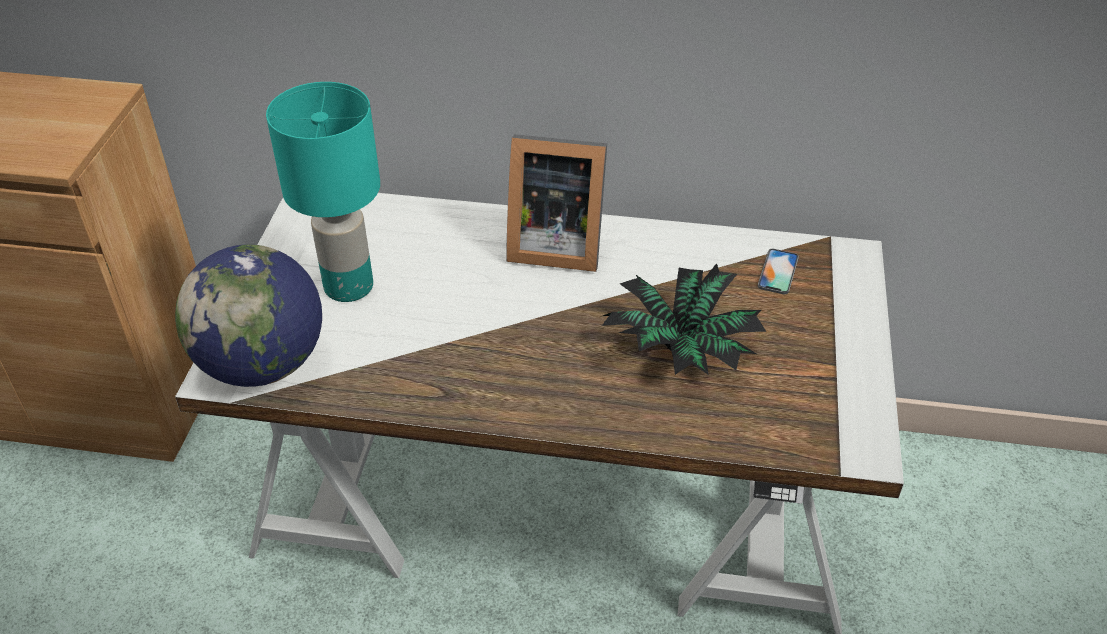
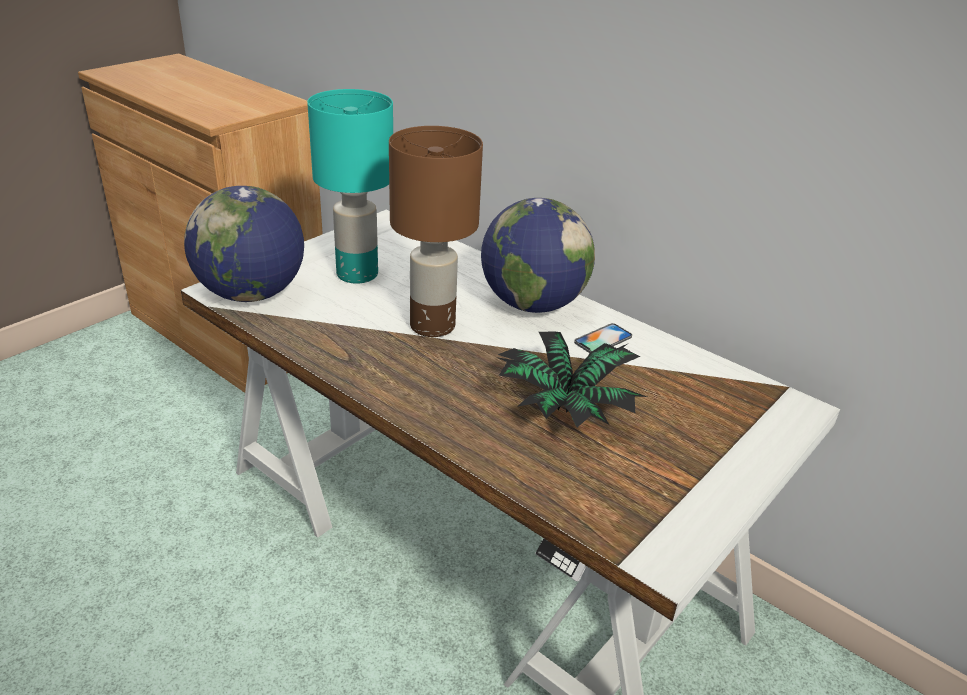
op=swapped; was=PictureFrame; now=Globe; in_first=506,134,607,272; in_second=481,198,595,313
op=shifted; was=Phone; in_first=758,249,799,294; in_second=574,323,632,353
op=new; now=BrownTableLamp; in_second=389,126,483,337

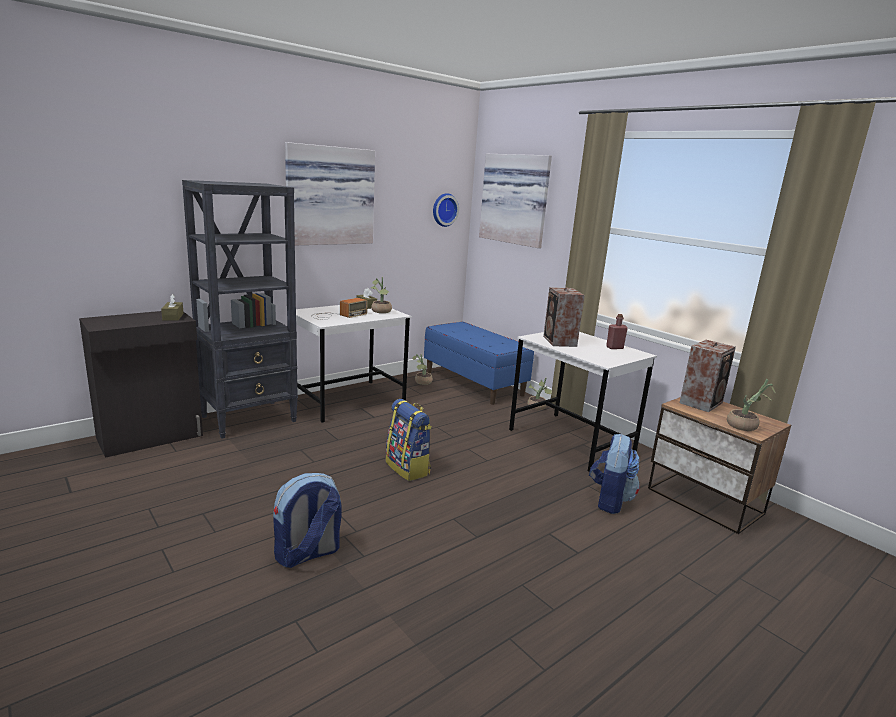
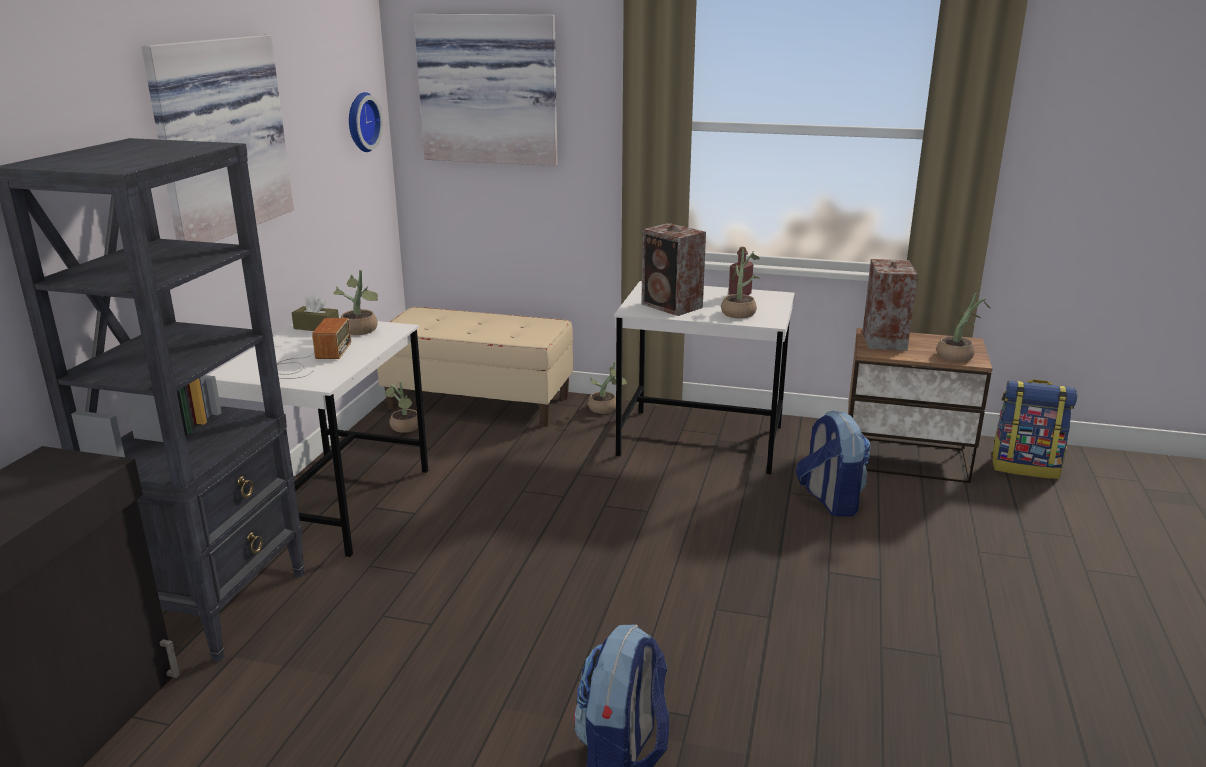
op=gone; was=BrownTissueBox; in_first=161,294,184,321
op=repainted; was=BlueBench; now=BeigeBench; in_first=424,322,534,405; in_second=377,307,573,427
op=shifted; was=Backpack; in_first=386,399,432,481; in_second=991,379,1077,479
op=new; now=PottedPlant; in_second=721,249,760,318

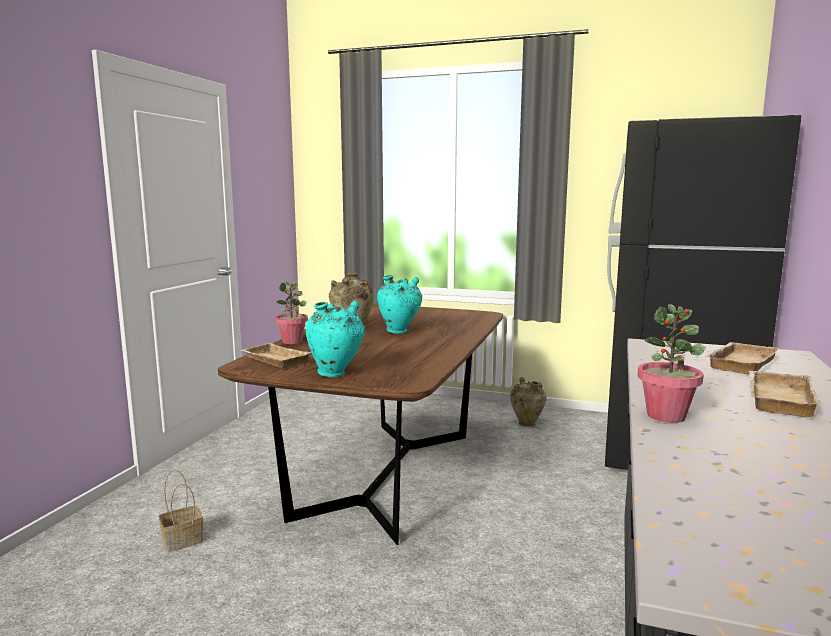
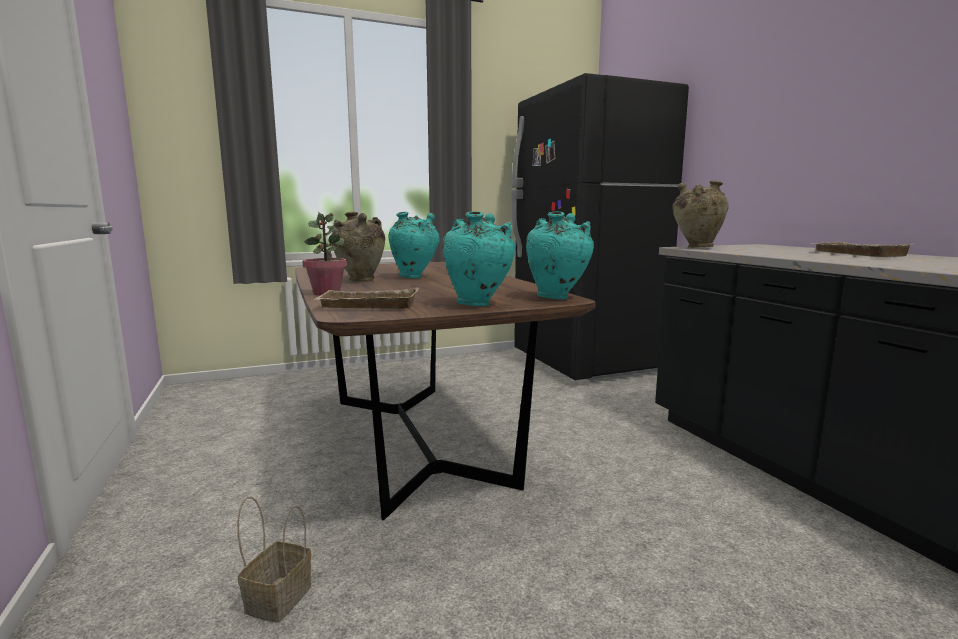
op=gone; was=PottedPlant; in_first=638,304,706,423
op=gone; was=BeigeTray; in_first=707,342,779,375
op=shifted; was=BeigeVase; in_first=510,377,547,427; in_second=673,180,729,248
op=new; now=TurquoiseVase; in_second=526,212,594,299

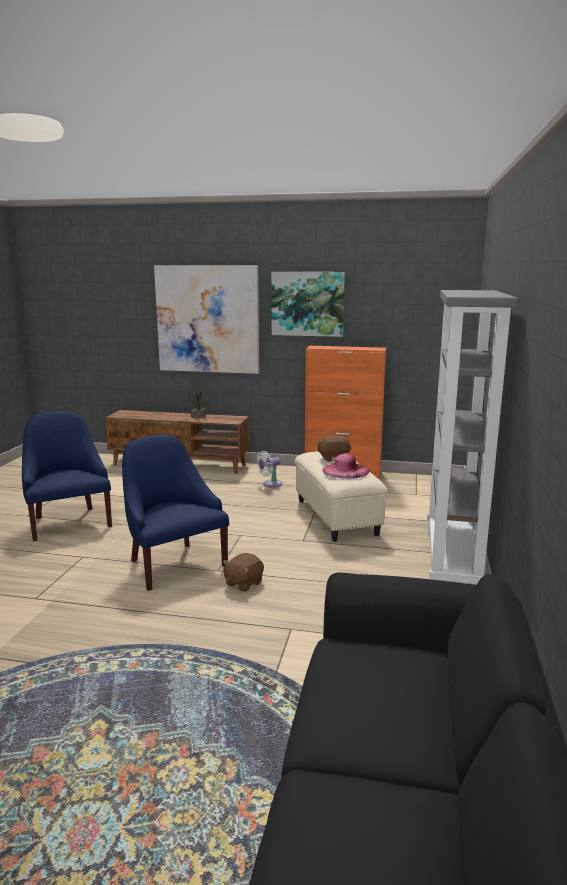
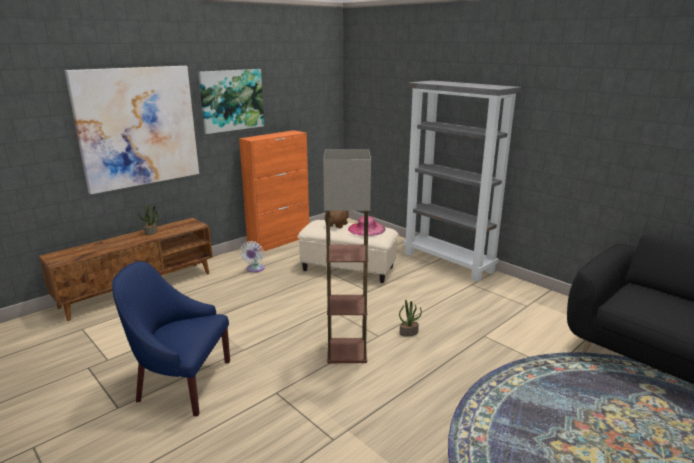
op=swapped; was=BlueArmchair; now=FloorLamp; in_first=122,434,229,591; in_second=323,149,371,363
op=swapped; was=BrownPlushToy; now=PottedPlant; in_first=223,553,264,592; in_second=399,300,422,337

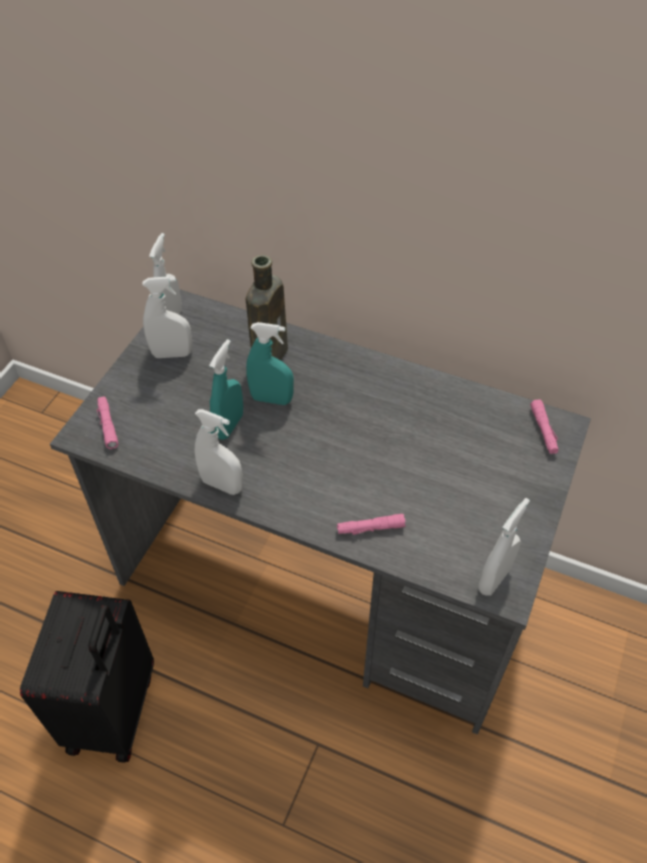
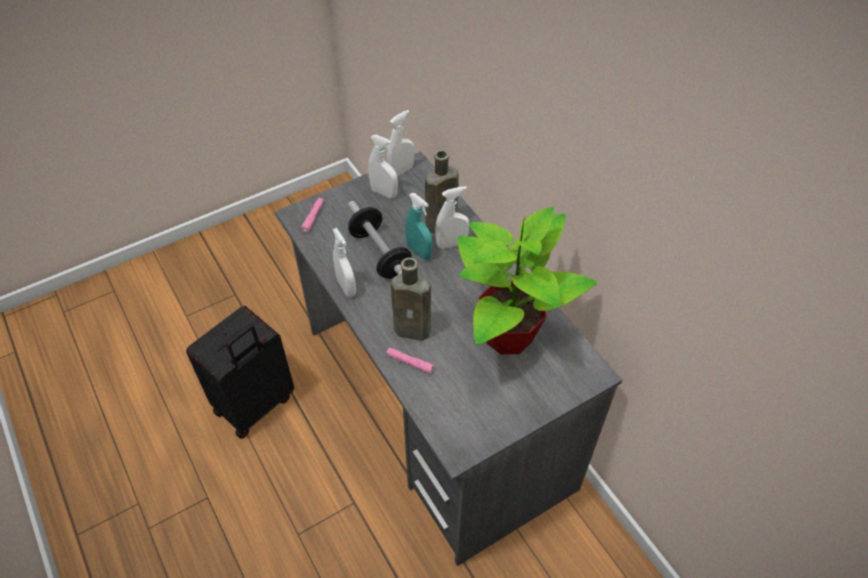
op=swapped; was=TurquoiseSprayBottle; now=Dumbbell; in_first=209,339,243,440; in_second=348,201,412,279
op=gone; was=PinkFlashlight; in_first=530,399,559,454
op=shifted; was=WhiteSprayBottle; in_first=478,498,530,596; in_second=435,186,469,249
op=new; now=PottedPlant; in_second=457,207,597,355
op=new; now=BrownBottle; in_second=391,258,431,341

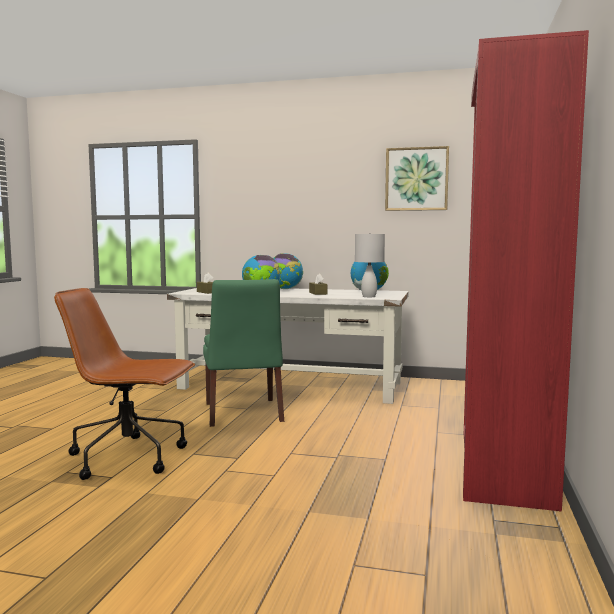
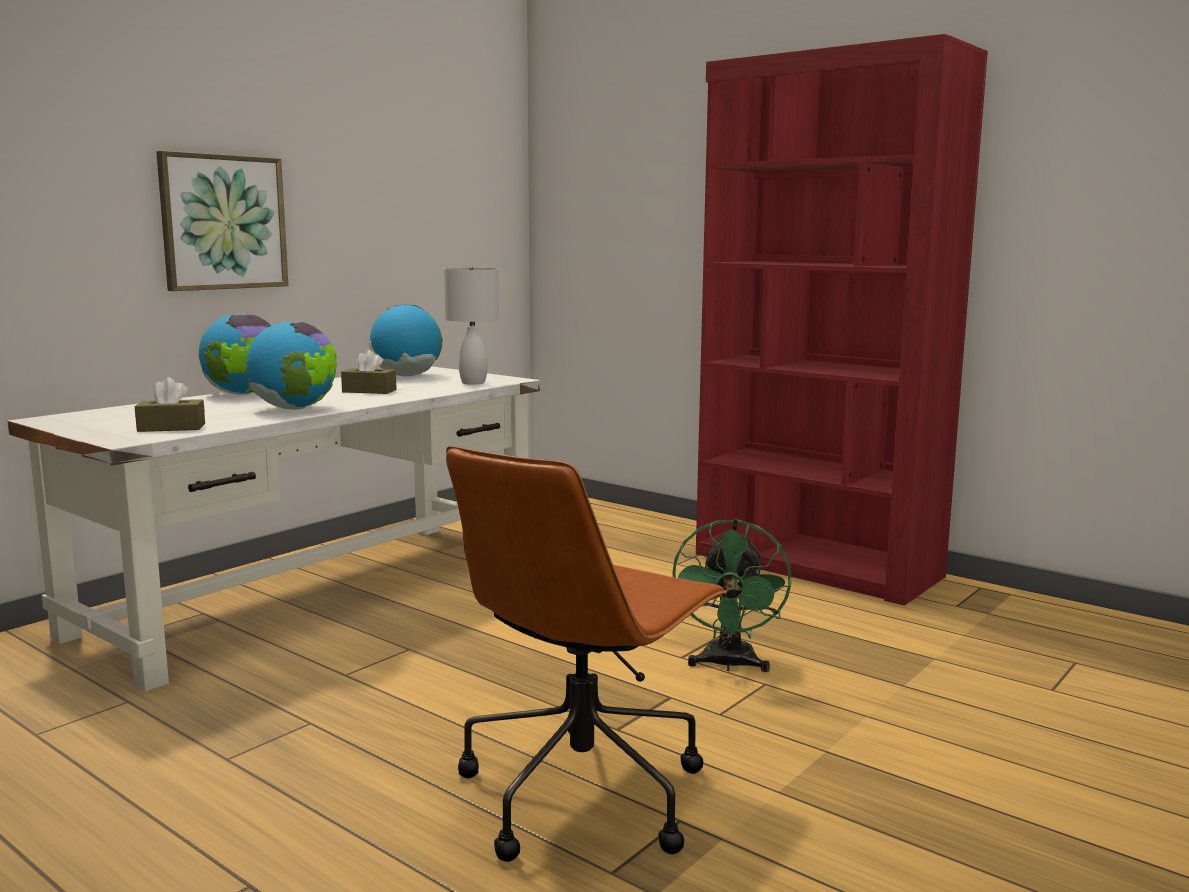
op=shifted; was=Picture; in_first=385,146,449,211; in_second=156,151,289,291
op=gone; was=GreenChair; in_first=203,279,284,427
op=new; now=GreenFan; in_second=672,519,791,672

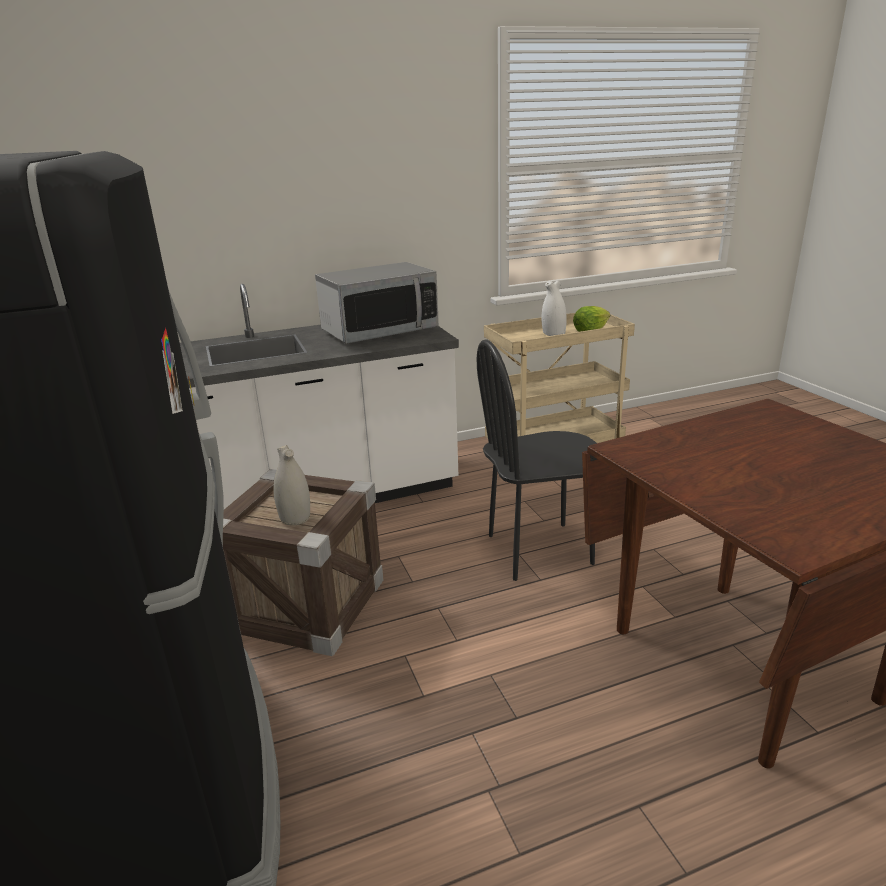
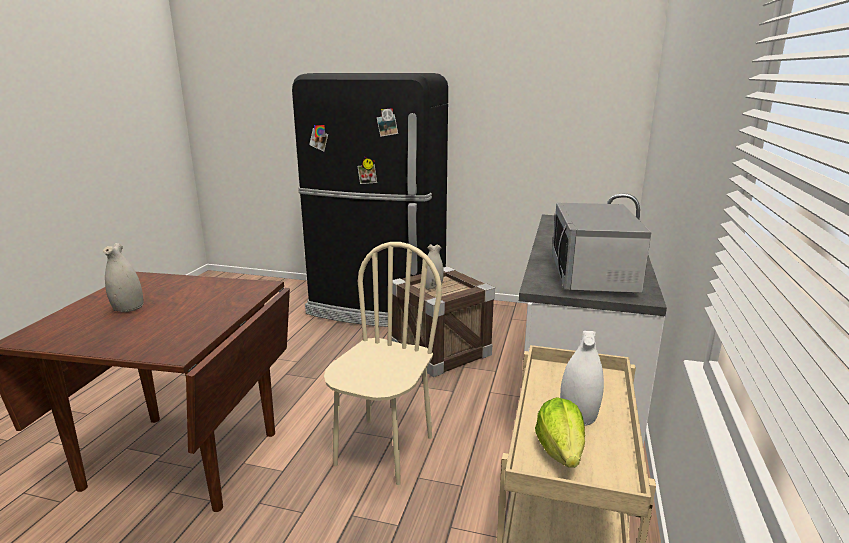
op=repainted; was=BlackChair; now=BeigeChair; in_first=477,340,597,581; in_second=324,242,442,485
op=new; now=WhiteVase; in_second=103,243,144,312

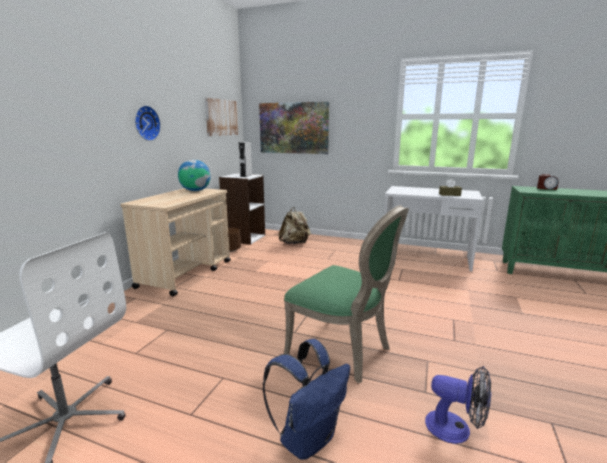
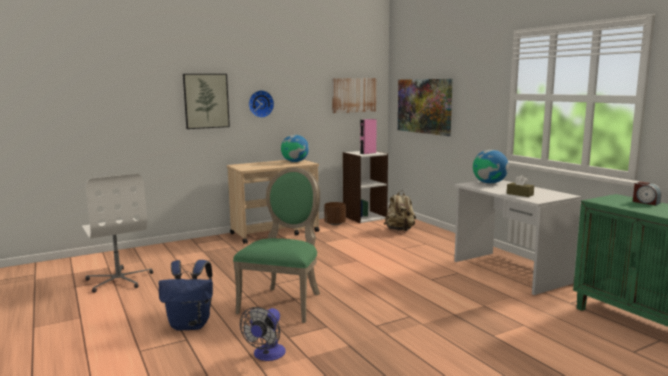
op=repainted; was=GreySpeaker; now=PinkSpeaker; in_first=239,142,252,177; in_second=360,119,376,154
op=rotated; was=GreenChair; in_first=284,205,409,383; in_second=233,167,320,323; clockwise=-150
op=rotated; was=Fan; in_first=425,366,491,444; in_second=240,307,286,361; clockwise=45
op=new; now=Picture; in_second=183,74,230,129
op=new; now=Globe; in_second=473,150,509,184

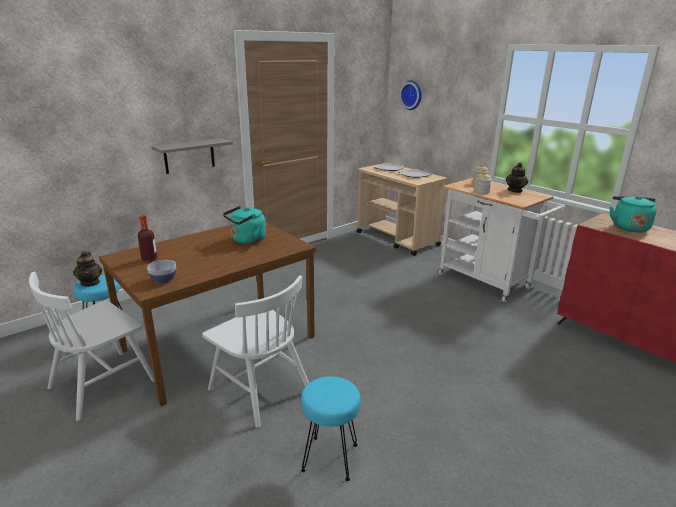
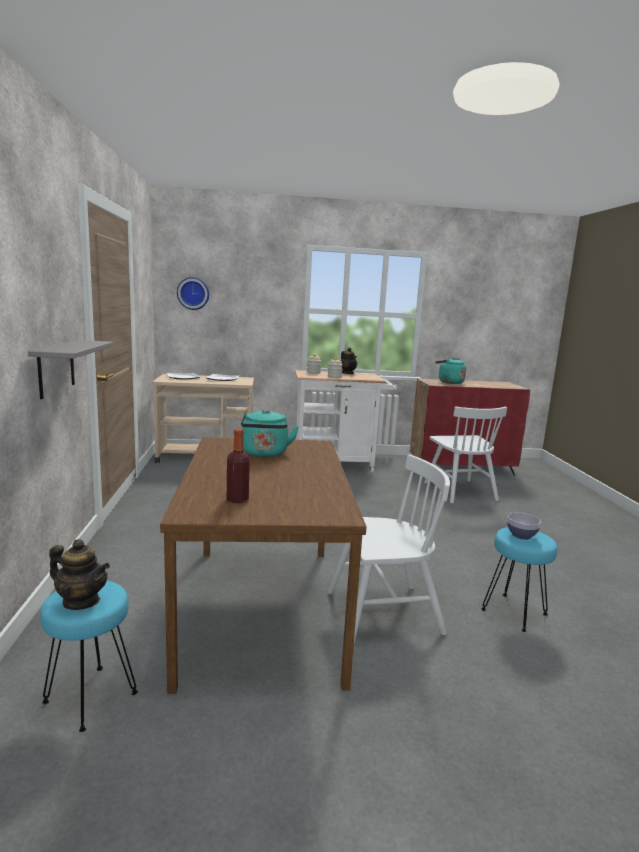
op=shifted; was=Bowl; in_first=147,260,176,284; in_second=507,512,541,540
op=shifted; was=WhiteChair; in_first=29,272,155,421; in_second=424,406,507,503

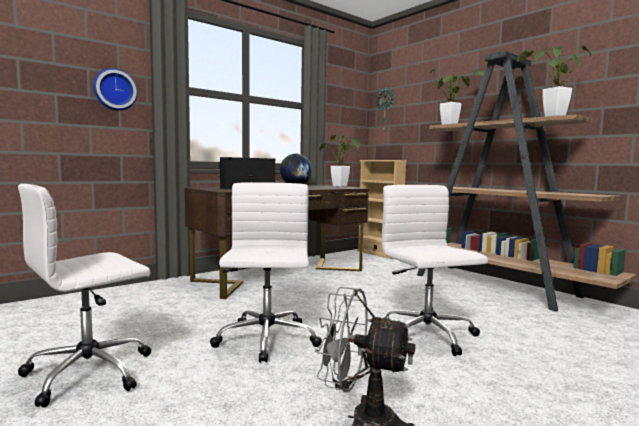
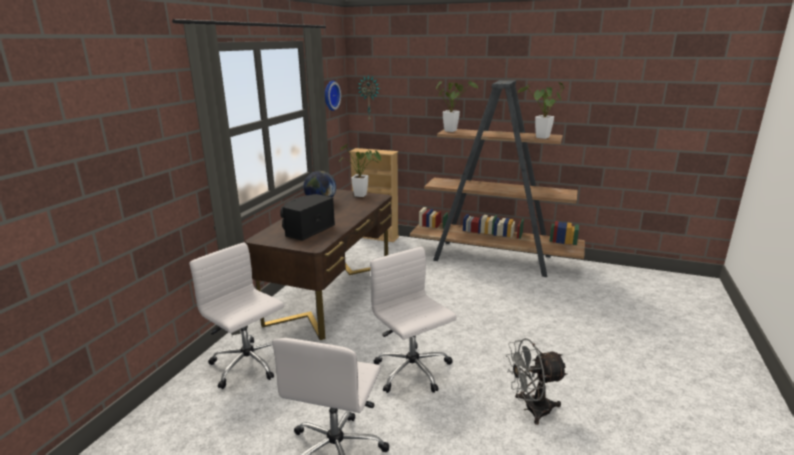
op=shifted; was=WallClock; in_first=93,68,138,111; in_second=325,81,341,111
op=shifted; was=WhiteOfficeChair; in_first=382,185,488,356; in_second=189,242,284,389

